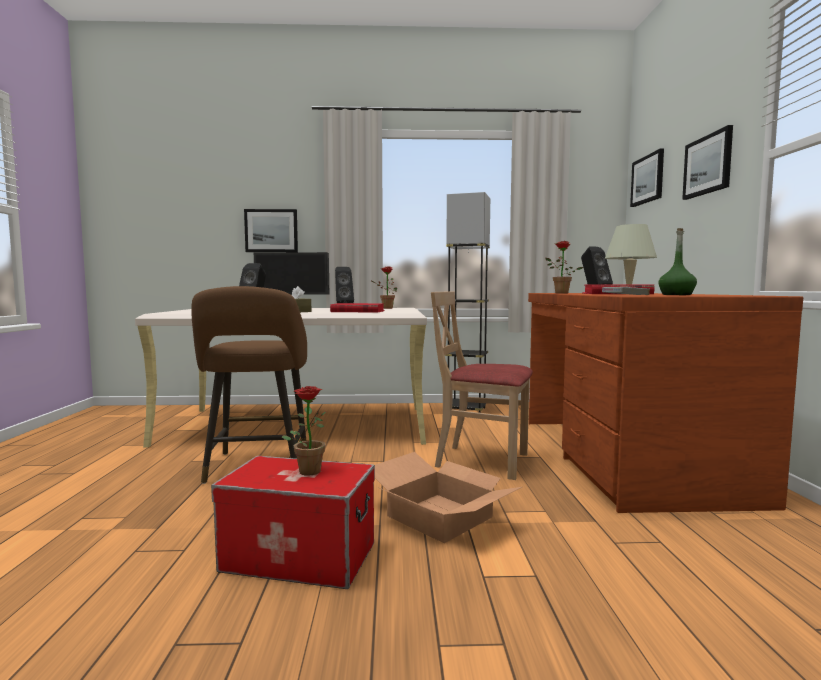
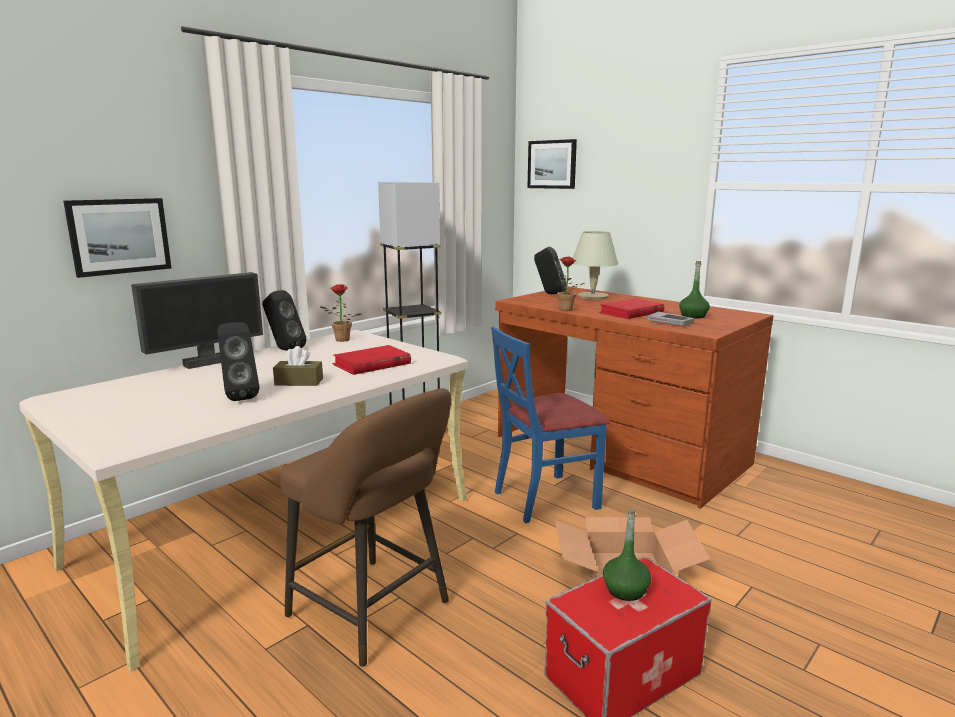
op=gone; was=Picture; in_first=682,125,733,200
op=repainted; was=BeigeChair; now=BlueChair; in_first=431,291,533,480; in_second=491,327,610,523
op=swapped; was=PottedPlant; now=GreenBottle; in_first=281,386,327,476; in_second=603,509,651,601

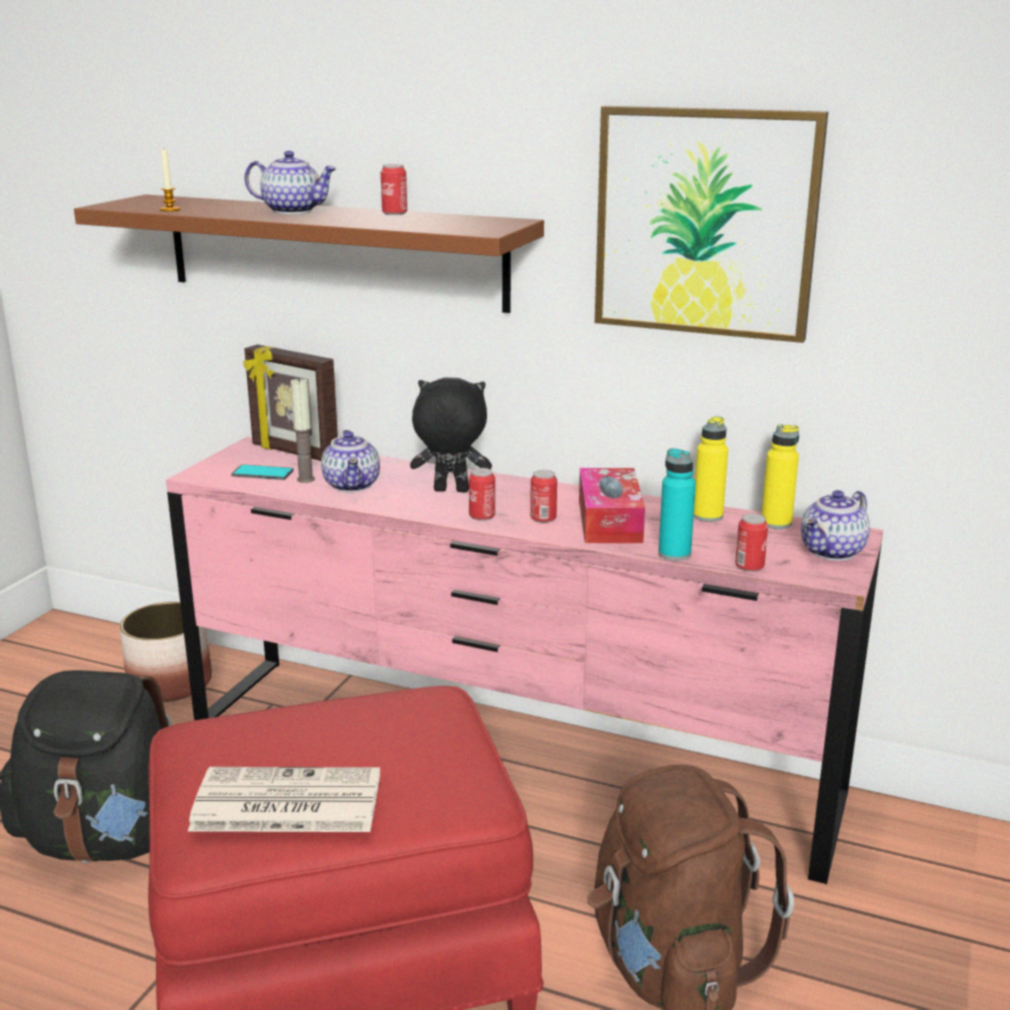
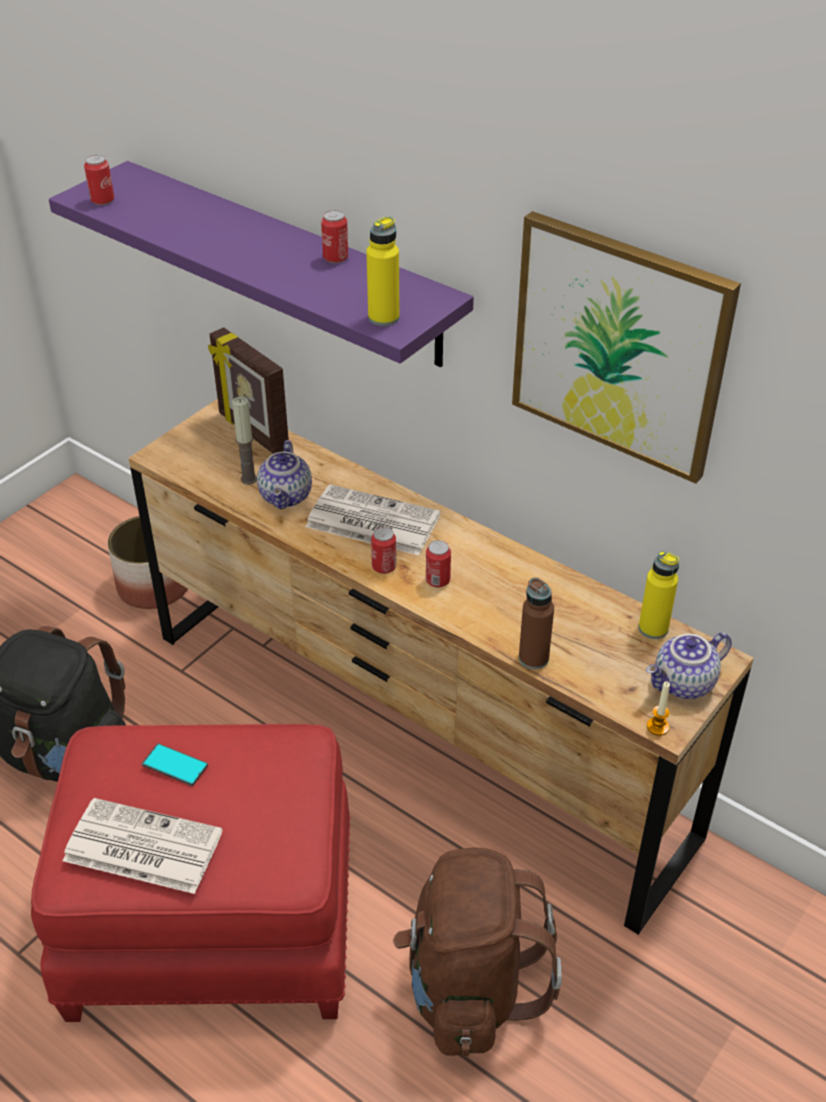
op=shifted; was=Candle; in_first=160,149,181,211; in_second=647,681,670,736
op=gone; was=Teapot; in_first=244,151,337,214
op=repainted; was=BrownShelf; now=PurpleShelf; in_first=74,195,544,313; in_second=49,161,474,367
op=swapped; was=BlackPlushToy; now=Newspaper; in_first=410,377,492,492; in_second=306,484,441,555
op=shifted; was=YellowBottle; in_first=694,416,728,522; in_second=366,216,400,326
op=repainted; was=PinkDresser; now=BrownDresser; in_first=166,436,883,884; in_second=129,398,754,935
op=repainted; was=TurquoiseBottle; now=BrownBottle; in_first=658,448,696,561; in_second=519,577,554,669
op=shifted; was=Phone; in_first=231,464,294,480; in_second=142,743,208,786
op=gone; was=TissueBox; in_first=579,468,645,543
op=shifted; was=Can; in_first=735,513,768,572; in_second=84,155,114,205

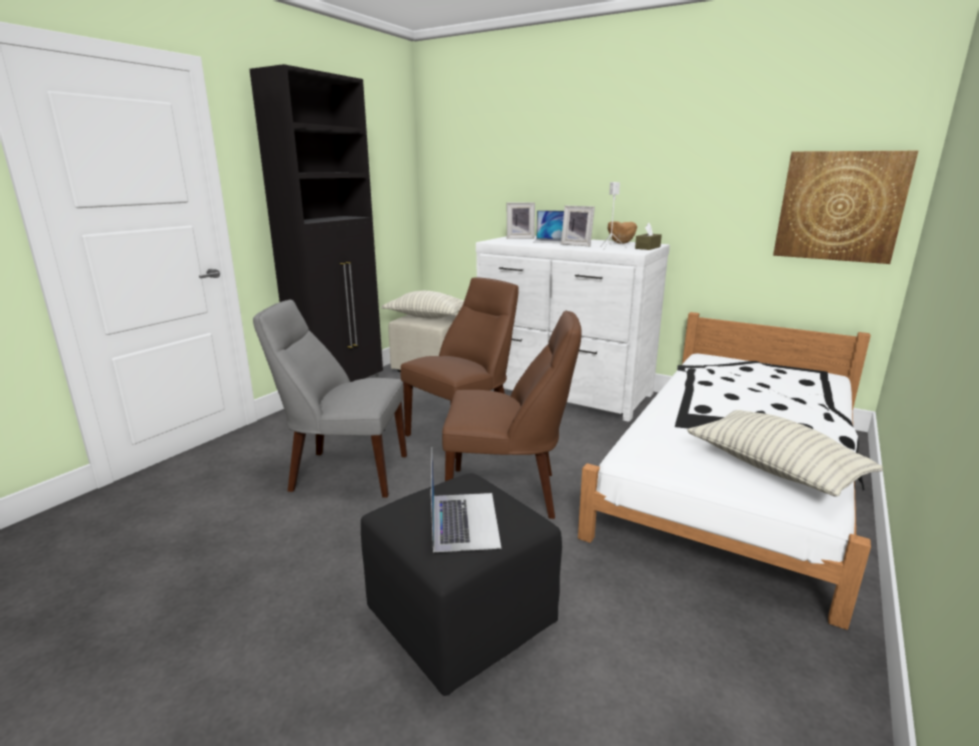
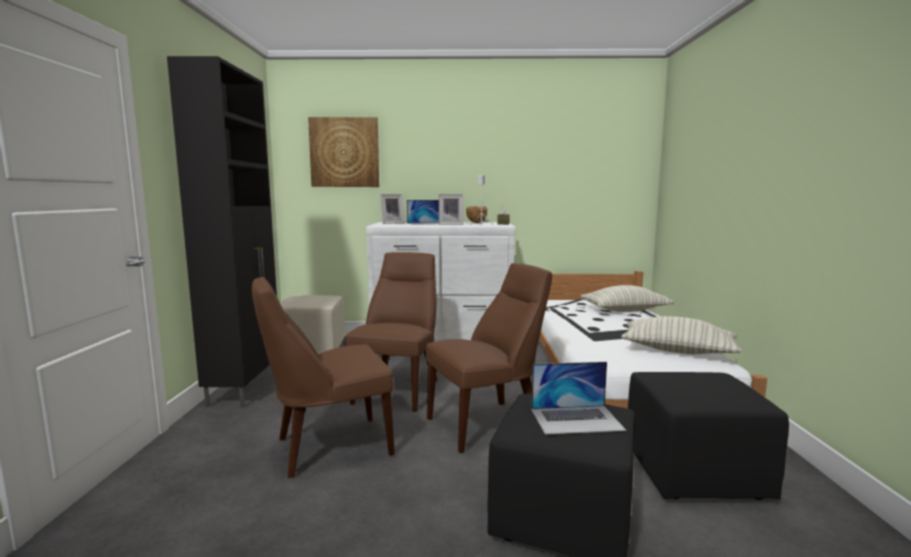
op=shifted; was=Picture; in_first=773,151,918,264; in_second=308,117,379,187
op=shifted; was=Pillow; in_first=381,291,464,319; in_second=581,285,674,312
op=repainted; was=GreyChair; now=BrownChair; in_first=253,300,407,498; in_second=252,277,395,478
op=rotated; was=Laptop; in_first=431,452,501,552; in_second=531,362,626,435; clockwise=120
op=new; now=BlackOttoman; in_second=628,372,789,500

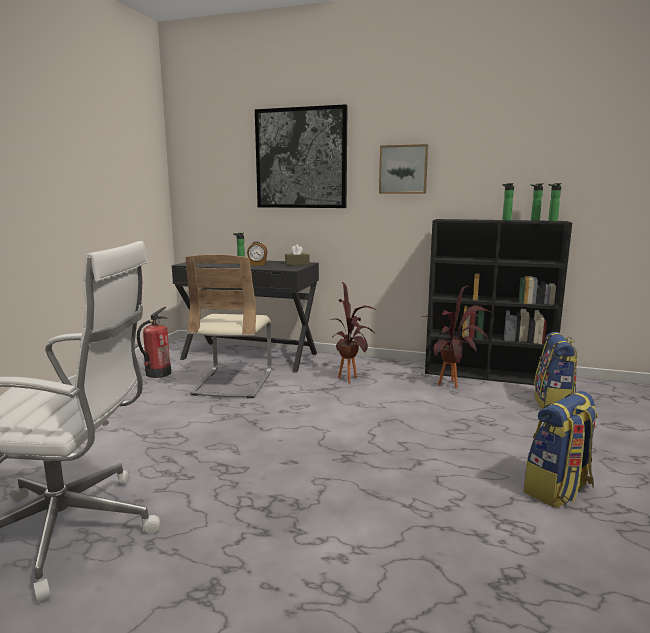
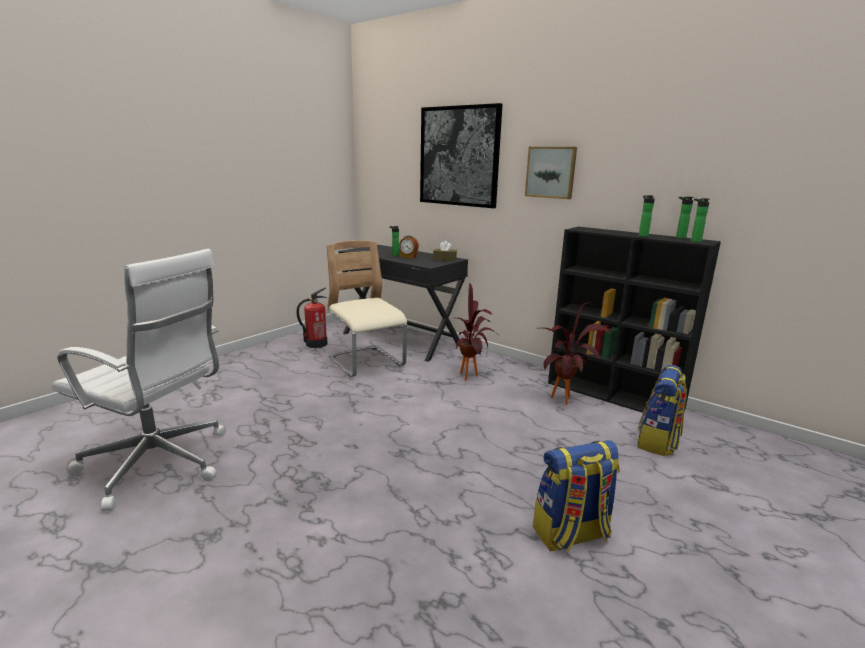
op=rotated; was=BeigeChair; in_first=185,255,272,398; in_second=327,240,407,377; clockwise=120

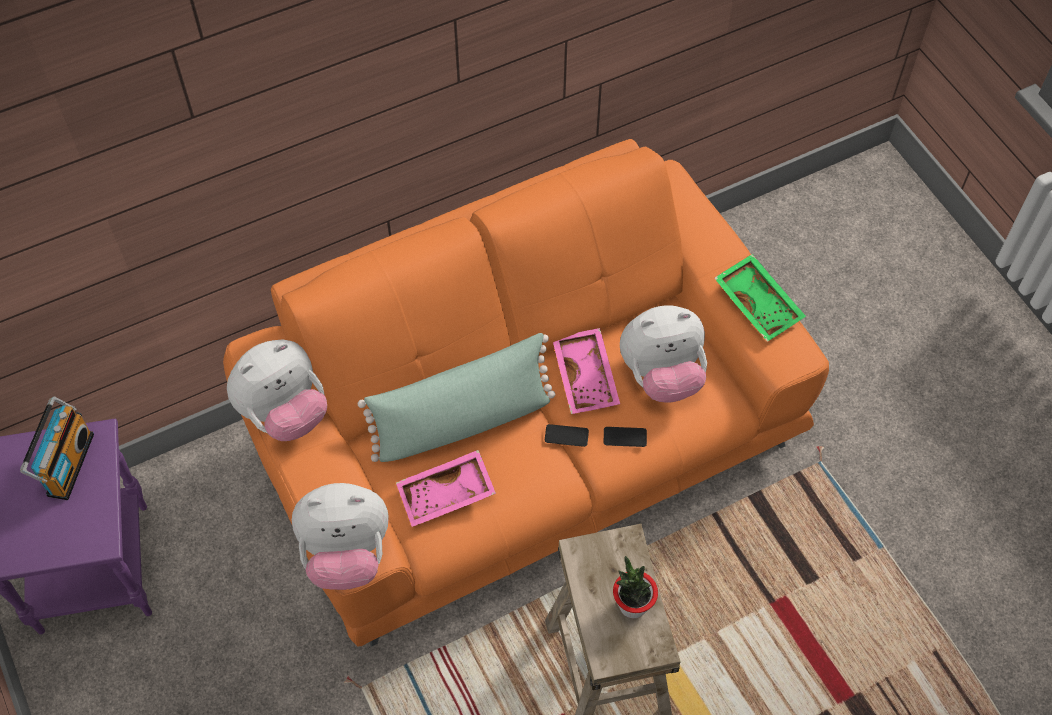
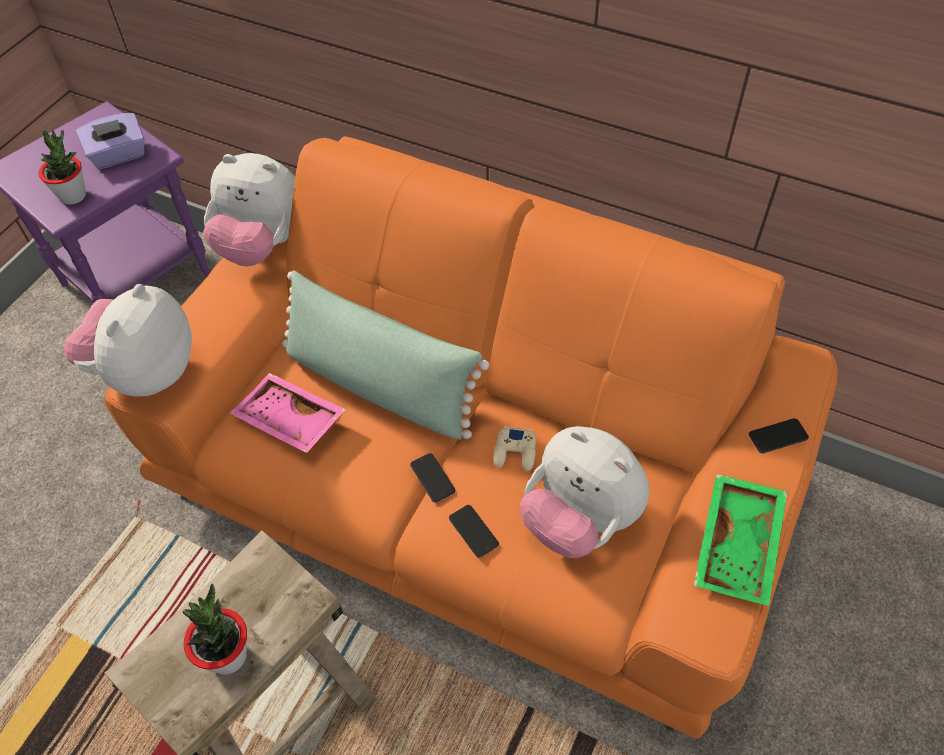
op=swapped; was=PinkTray; now=BeigeGameController; in_first=553,328,620,414; in_second=493,426,536,471
op=swapped; was=Radio; now=PurpleTissueBox; in_first=20,397,94,500; in_second=76,113,145,169
op=rotated; was=PlushToy; in_first=292,483,389,590; in_second=64,284,192,397; clockwise=60
op=new; now=PottedPlant; in_second=39,129,86,205
op=new; now=Phone; in_second=749,418,809,453

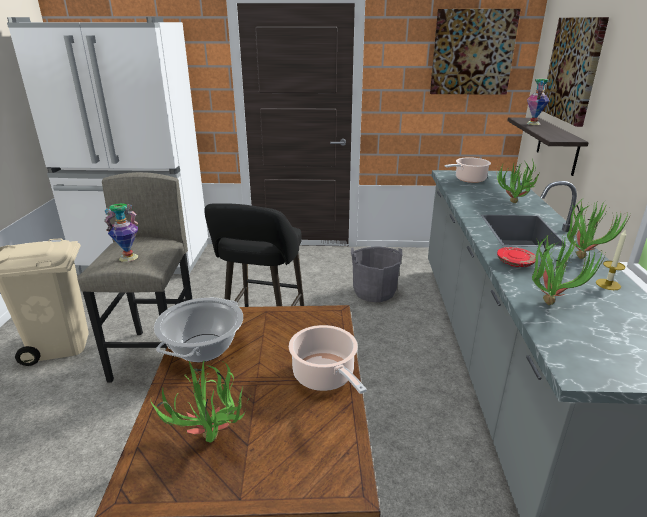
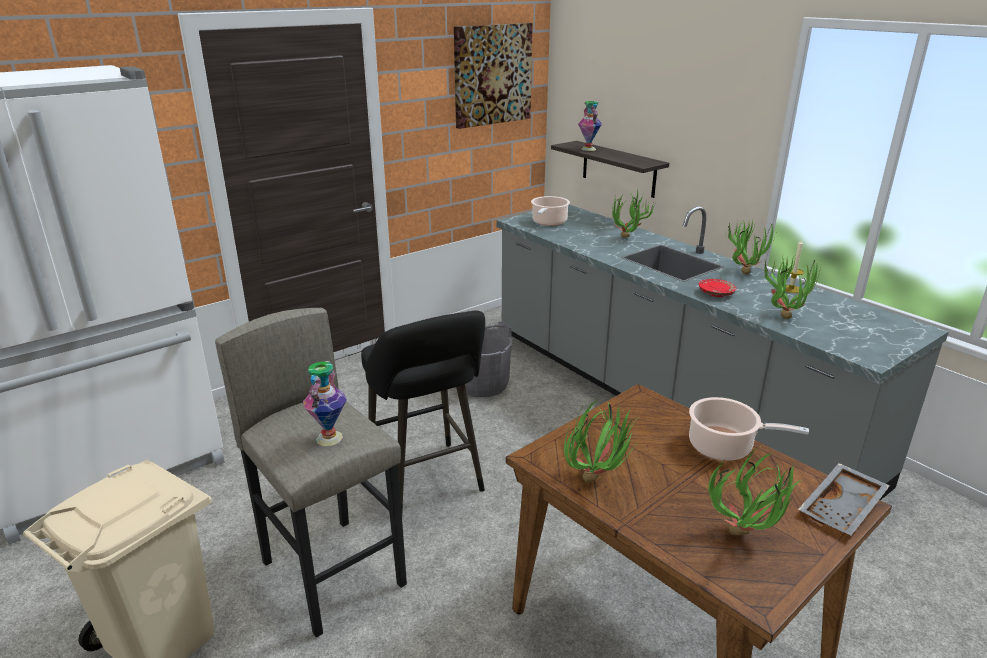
op=gone; was=Picture; in_first=542,17,609,127
op=swapped; was=CookingPot; now=PottedPlant; in_first=154,297,243,362; in_second=564,397,636,483
op=new; now=GreyTray; in_second=798,463,890,535

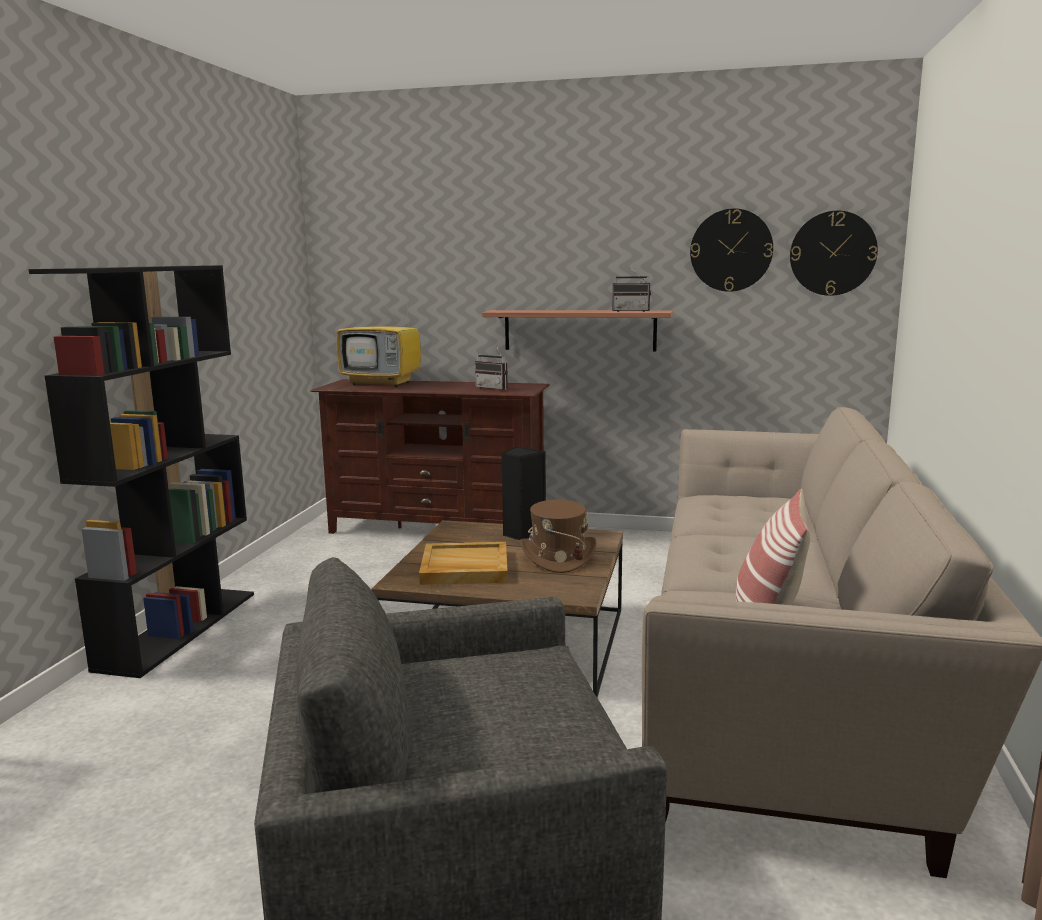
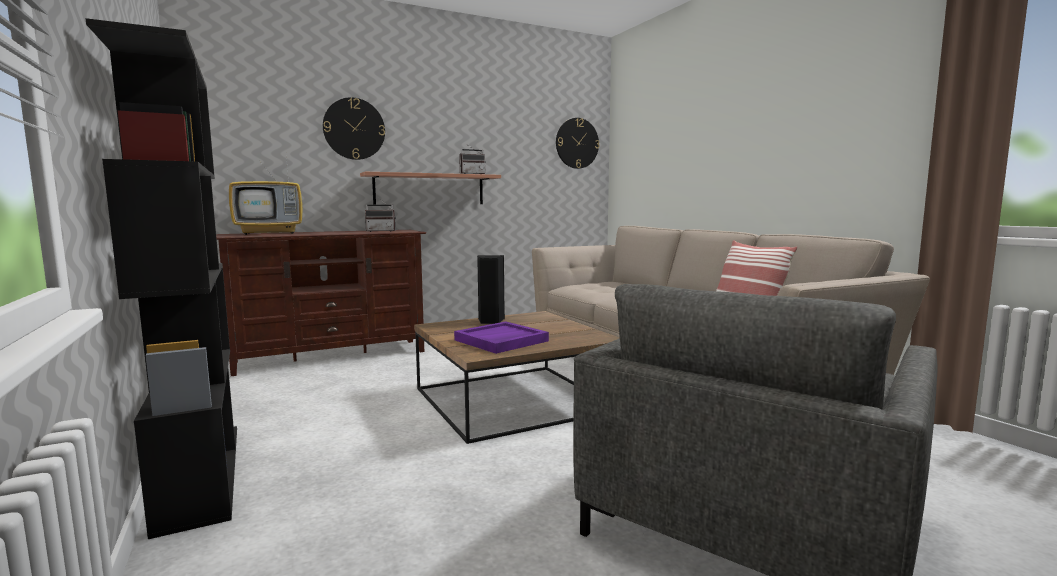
op=shifted; was=WallClock; in_first=690,209,773,292; in_second=323,97,385,160
op=gone; was=BrownHat; in_first=520,500,597,573
op=repainted; was=BeigeTray; now=PurpleTray; in_first=419,542,508,585; in_second=454,322,549,354

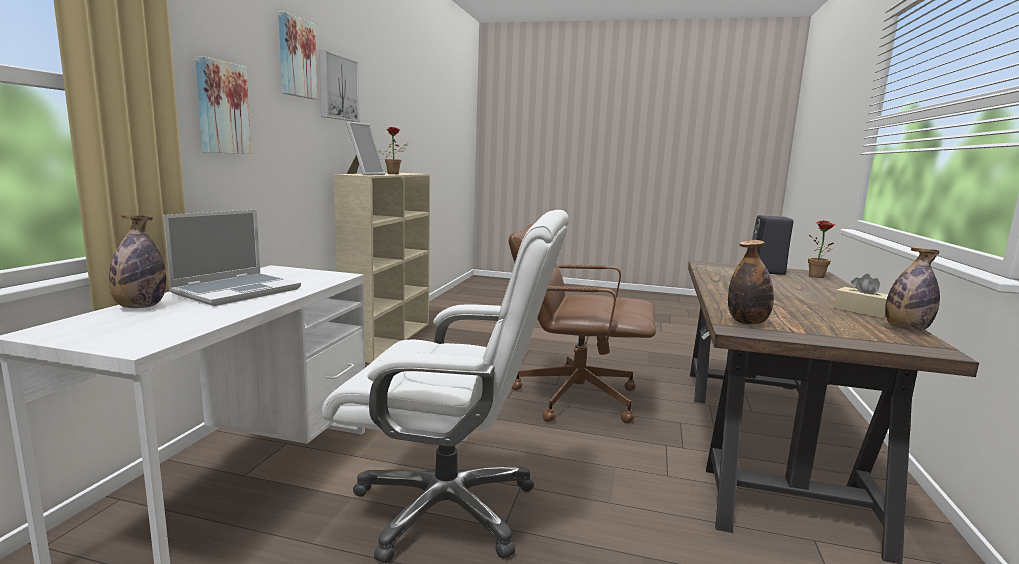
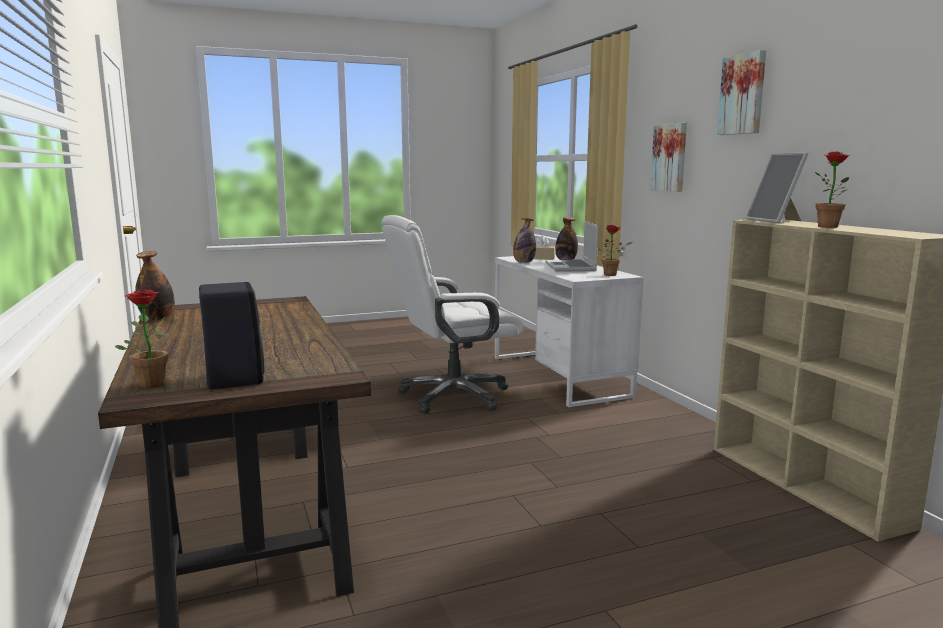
op=gone; was=Picture; in_first=319,50,359,122
op=gone; was=BrownOfficeChair; in_first=509,223,656,423
op=shifted; was=Bottle; in_first=728,240,774,324; in_second=513,218,536,263
op=shifted; was=BeigeTissueBox; in_first=833,274,888,319; in_second=534,236,555,260
op=new; now=PottedPlant; in_second=598,225,633,276

